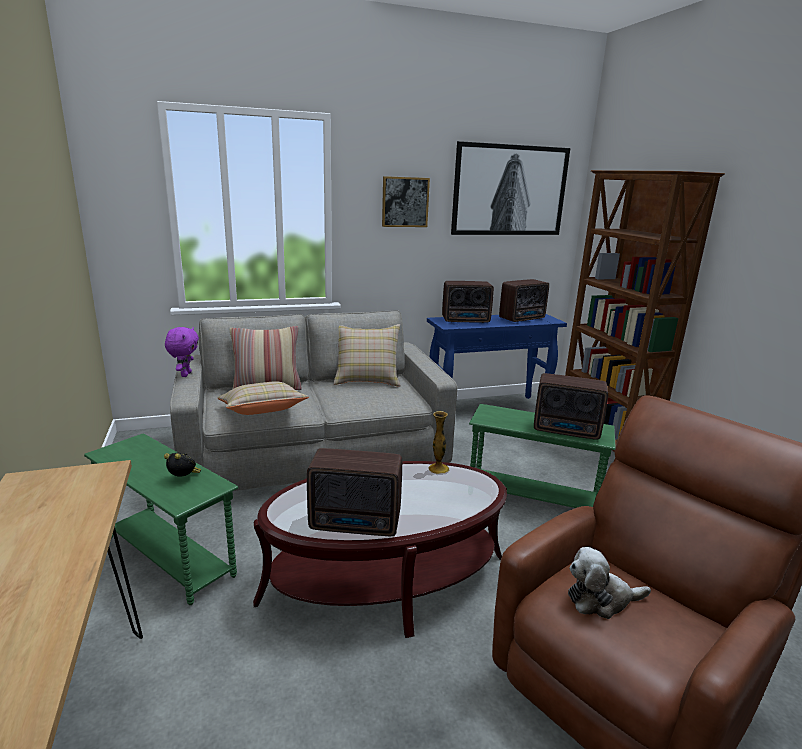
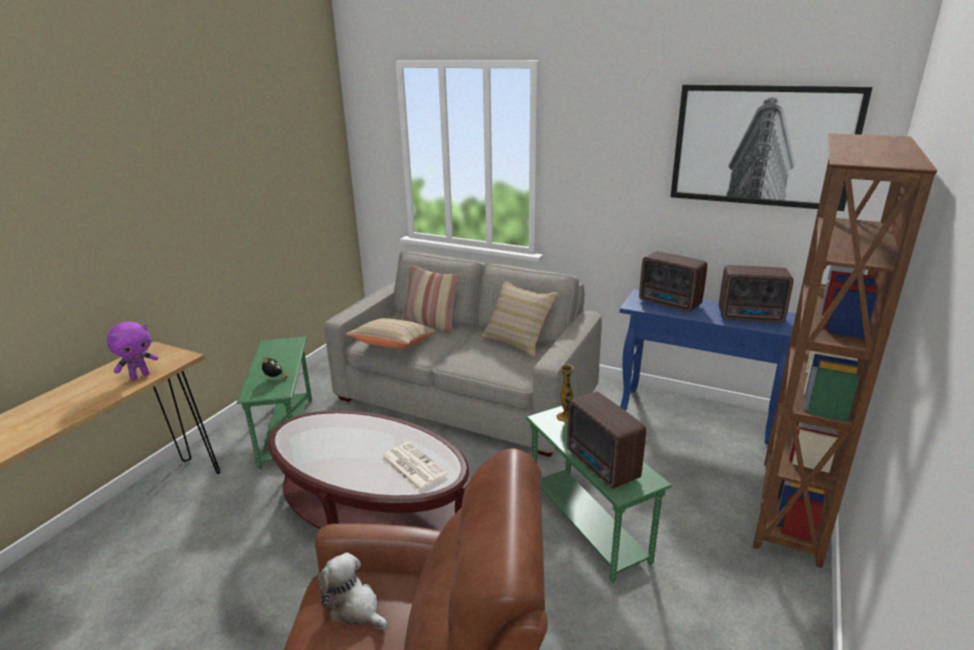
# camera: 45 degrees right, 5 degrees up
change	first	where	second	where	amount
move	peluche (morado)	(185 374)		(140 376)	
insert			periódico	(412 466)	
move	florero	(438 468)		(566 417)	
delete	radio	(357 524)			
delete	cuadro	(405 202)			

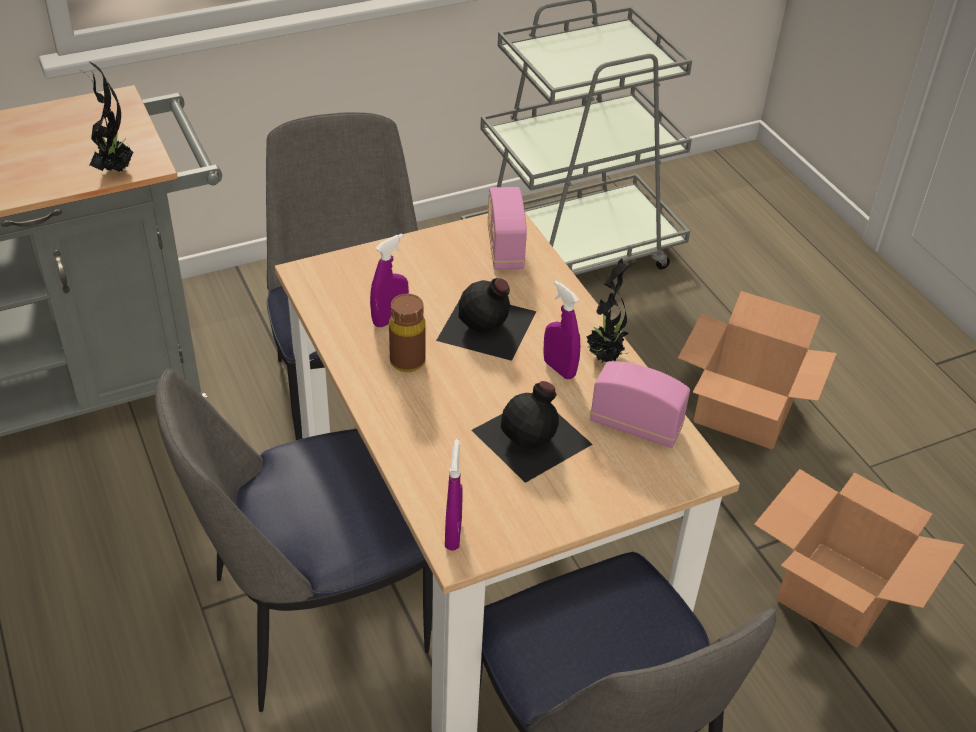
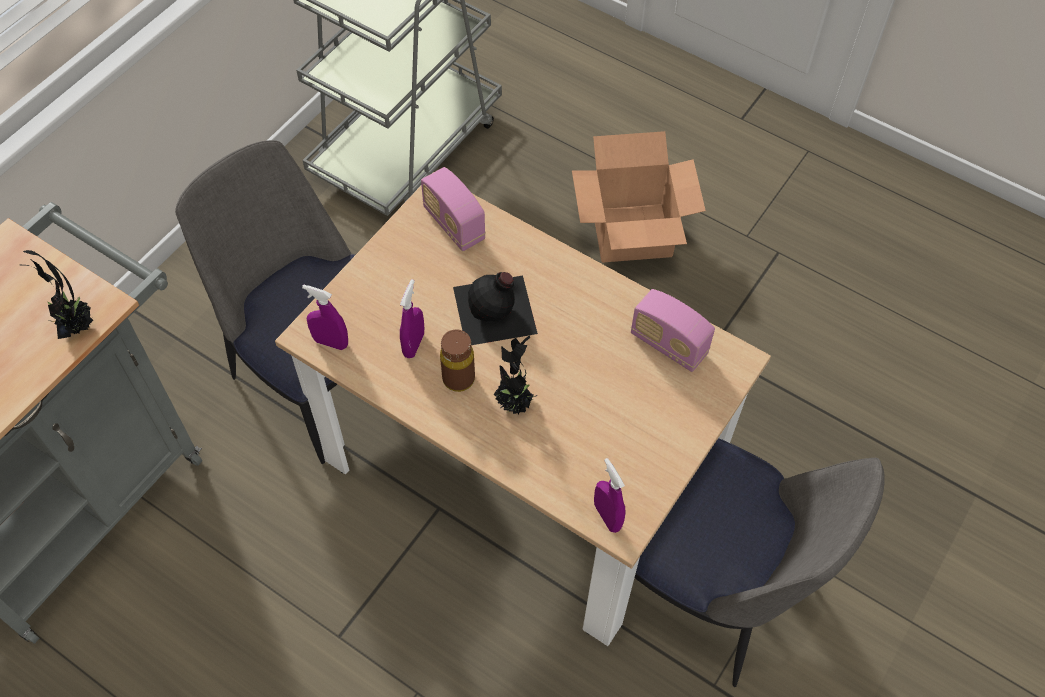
# camera: 30 degrees left, 15 degrees up
change	first	where	second	where	amount
move	pulverizador (morado)	(559 369)		(331 342)	
move	planta en maceta	(605 357)		(515 404)	
rotate	radio	(635 426)		(668 344)	135 degrees counterclockwise
delete	silla	(313 619)			
delete	botella (negro)	(533 437)			
delete	caja de cartón	(837 595)			

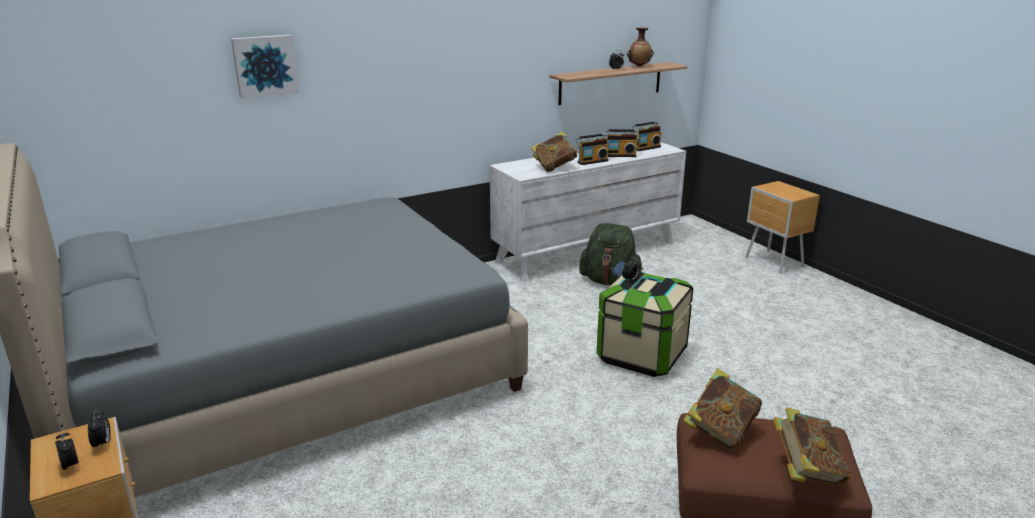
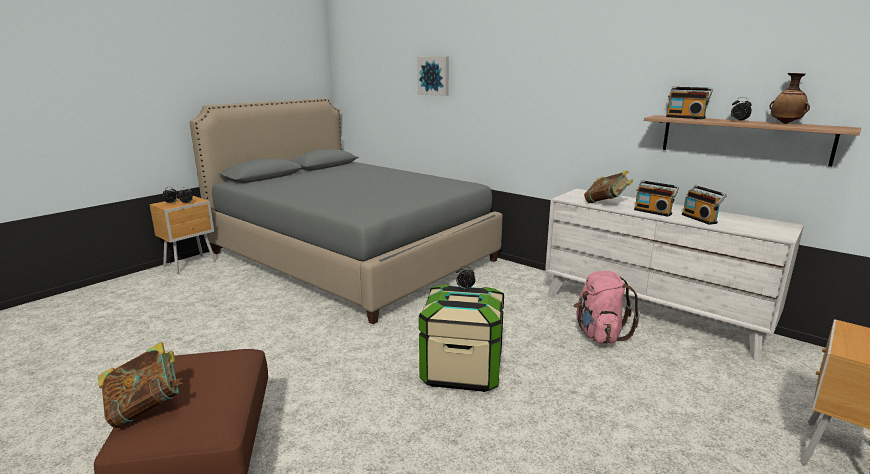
# camera: 70 degrees right, 5 degrees down
change	first	where	second	where	amount
recolor	mochila (verde)	(610 281)	mochila (rosa)	(599 334)	
move	radio	(646 148)		(686 117)	
delete	libro	(720 432)			

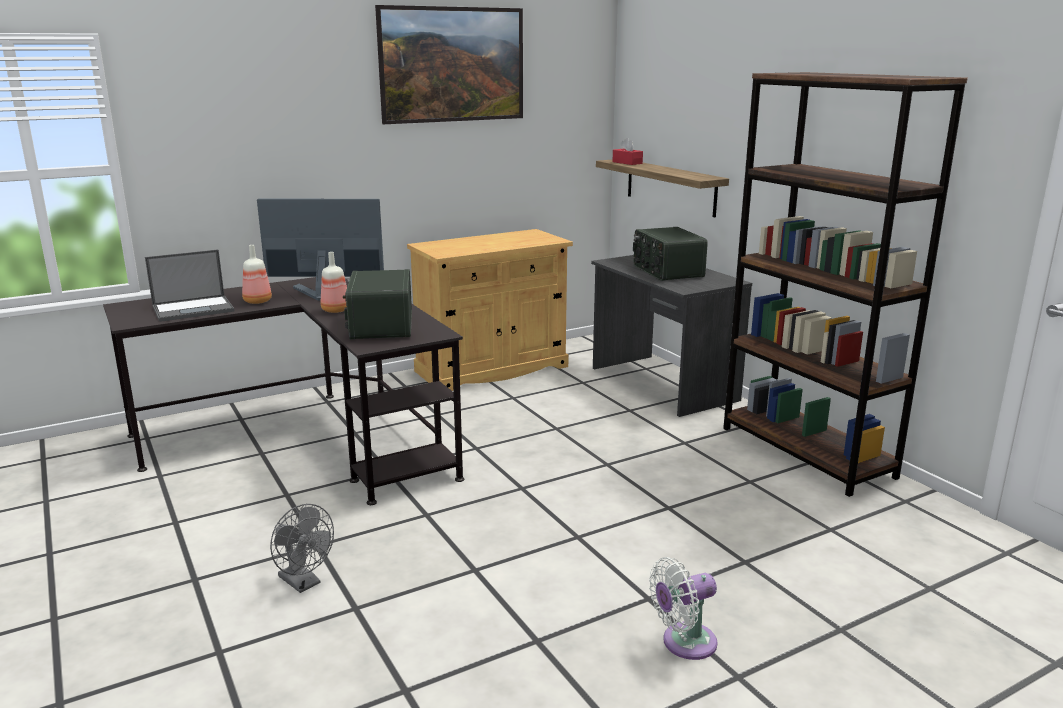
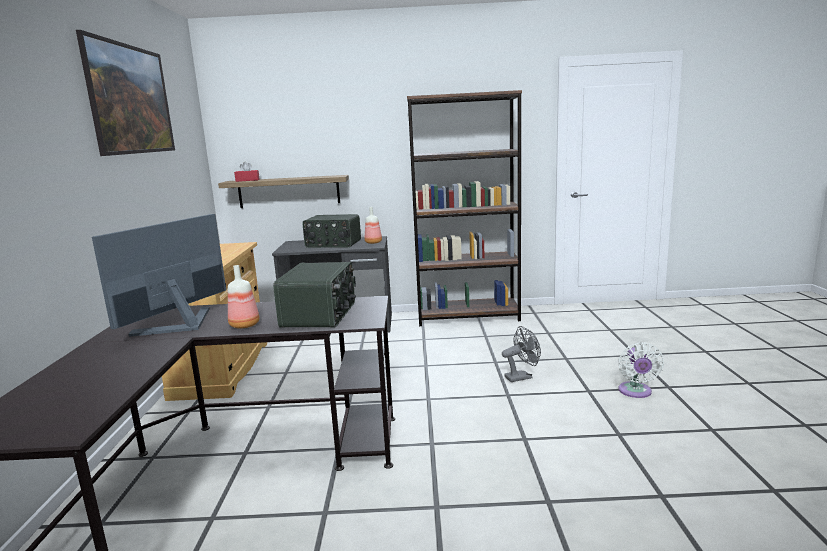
# camera: 60 degrees left, 5 degrees down
change	first	where	second	where	amount
rotate	radio	(380 326)		(320 314)	105 degrees counterclockwise
move	botella	(257 301)		(374 242)	
move	ventilador (gris)	(304 583)		(522 377)	
delete	portátil	(194 309)			

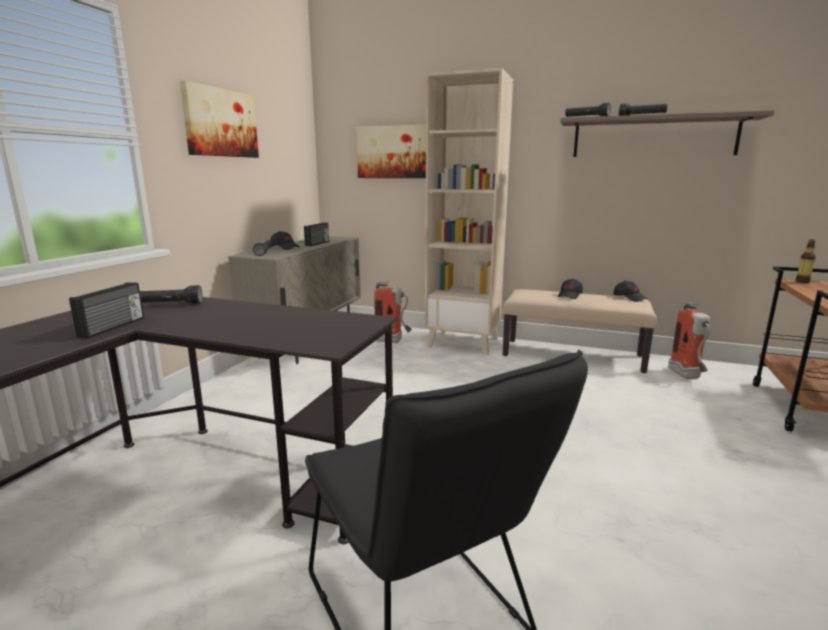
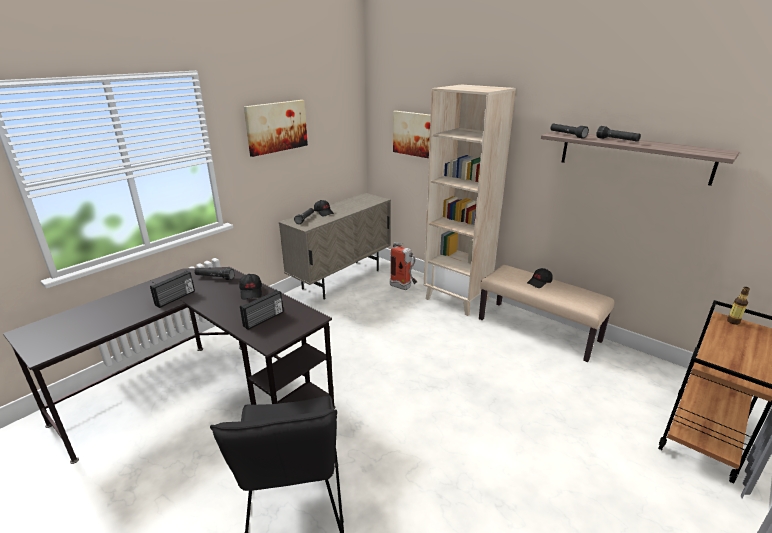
# camera: 20 degrees right, 10 degrees up
change	first	where	second	where	amount
move	gorra (negro)	(629 298)		(251 292)	
move	radio	(318 243)		(264 319)	
delete	extintor	(687 376)			

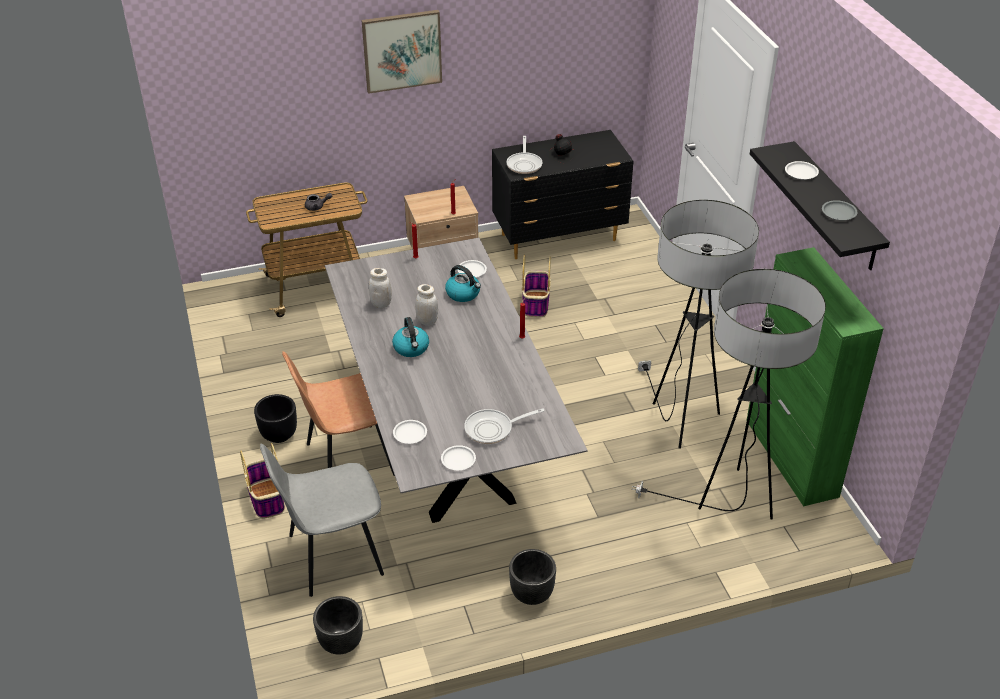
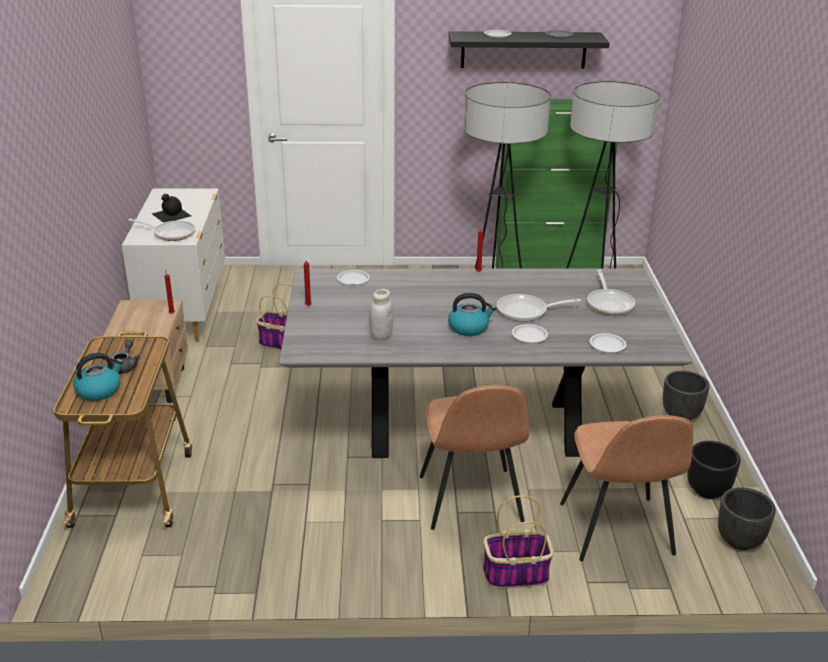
# camera: 75 degrees left, 10 degrees down
change	first	where	second	where	amount
move	hervidor	(463 294)		(99 390)	
recolor	cómoda (negro)	(560 238)	cómoda (blanco)	(185 311)	
insert			sartén	(526 311)	
move	plato (blanco)	(458 460)		(529 336)	
recolor	silla (gris)	(332 555)	silla (marrón)	(616 531)	
move	maceta (negro)	(278 435)		(707 490)	
delete	cuadro	(402 50)			
delete	tarro (blanco)	(427 321)			

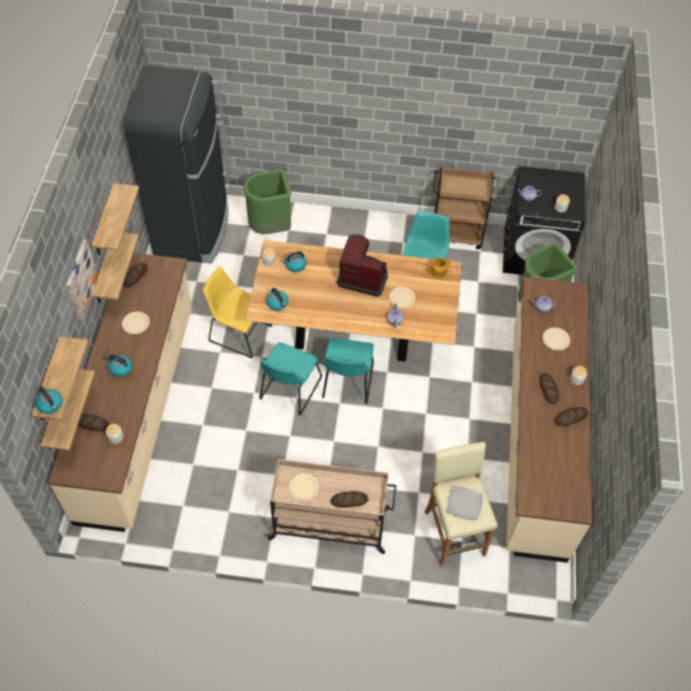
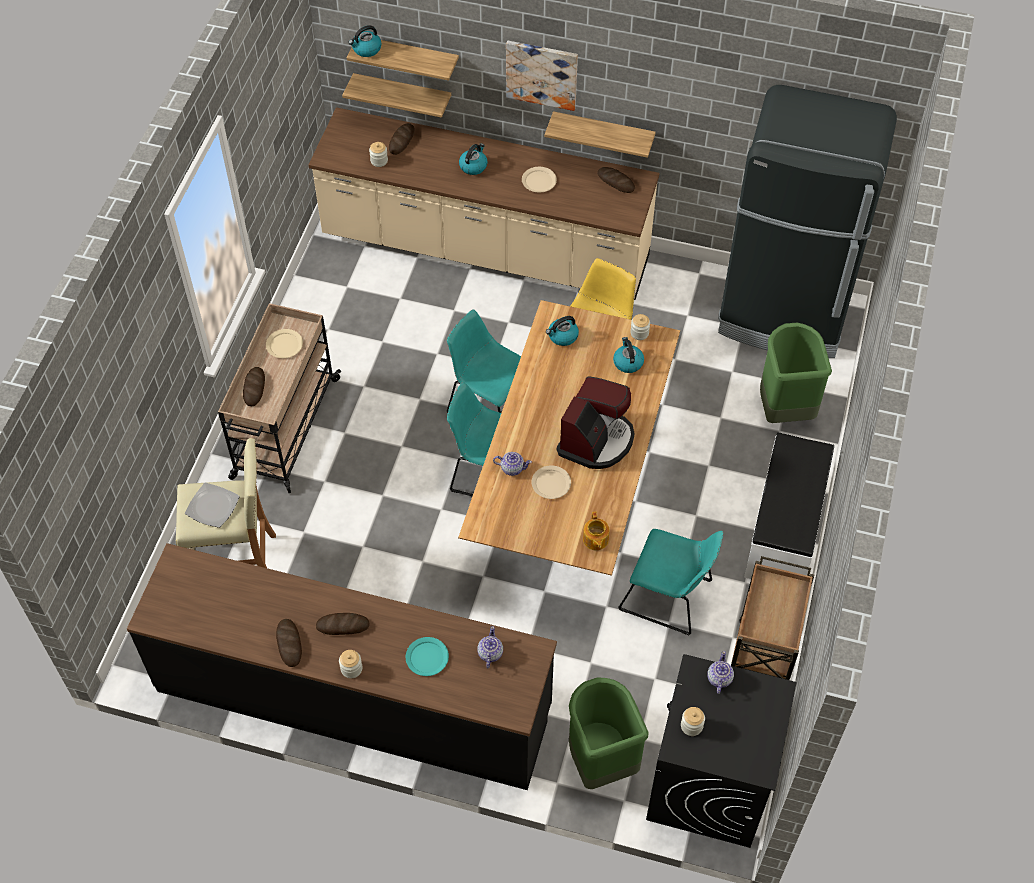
# camera: 100 degrees right, 0 degrees up
change	first	where	second	where	amount
recolor	mueble bajo de cocina (beis)	(536 437)	mueble bajo de cocina (negro)	(354 698)	
recolor	plato (beis)	(555 340)	plato (turquesa)	(427 657)	
insert			banco (blanco)	(785 529)	
delete	estante	(104 222)			

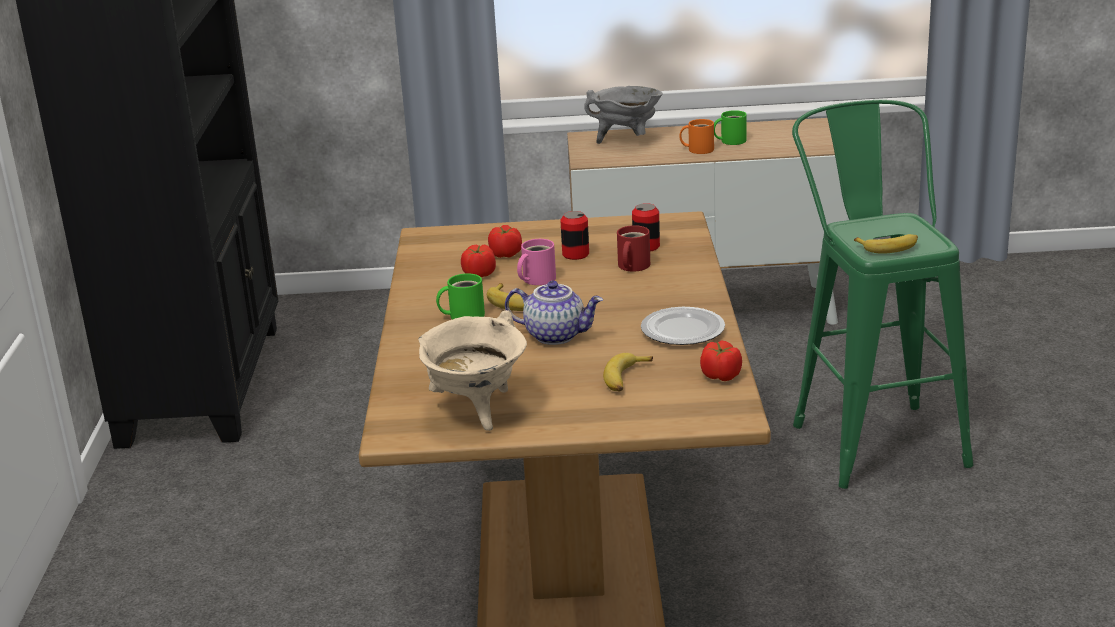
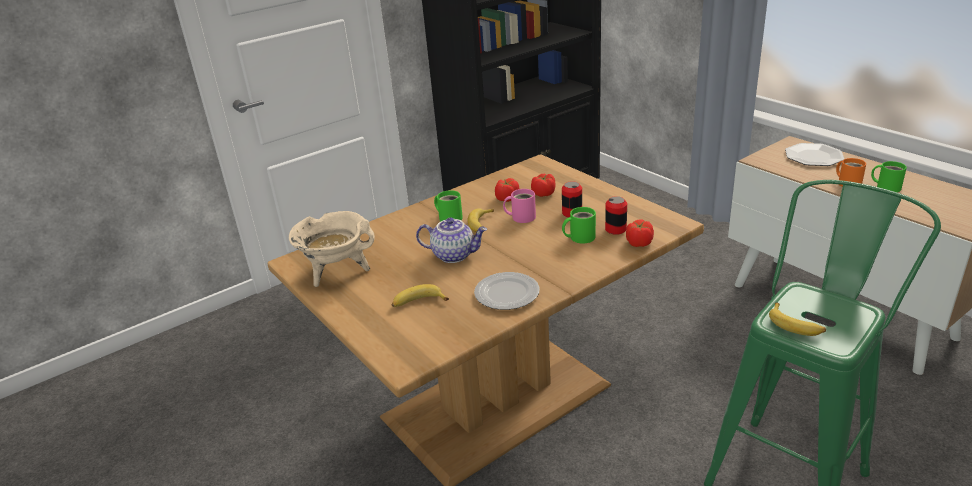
# camera: 55 degrees right, 5 degrees up
change	first	where	second	where	amount
rotate	tetera	(556 335)		(454 255)	60 degrees counterclockwise
recolor	taza grande (rojo)	(631 266)	taza grande (verde)	(580 237)	
move	tomate	(721 376)		(639 243)	
replace	olla (gris)	(627 140)	plato	(813 156)	

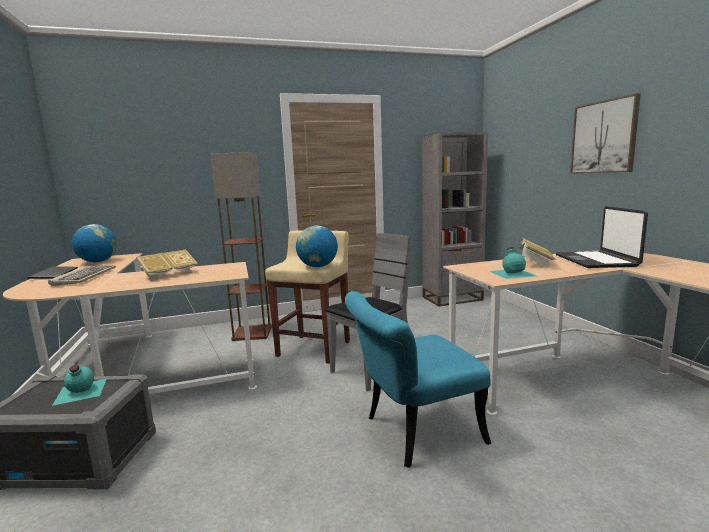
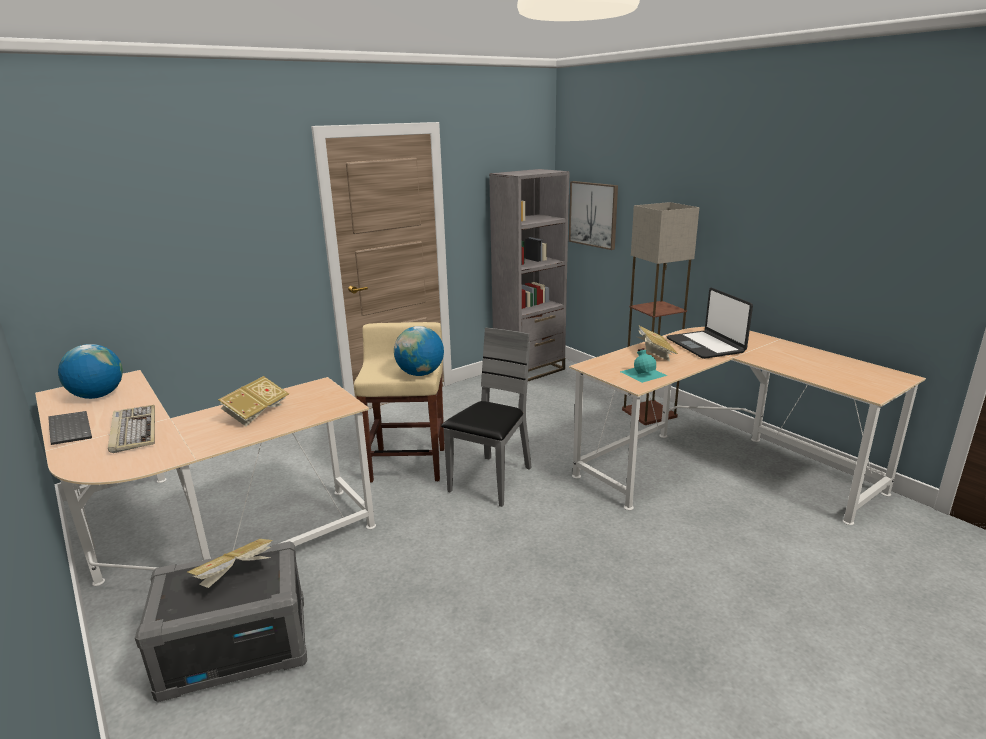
# camera: 20 degrees left, 10 degrees up
change	first	where	second	where	amount
replace	botella (turquesa)	(80 391)	libro	(235 575)	
move	cuadro	(604 137)		(593 214)	
move	lámpara de pie	(253 333)		(649 412)	
delete	silla (turquesa)	(413 433)			

